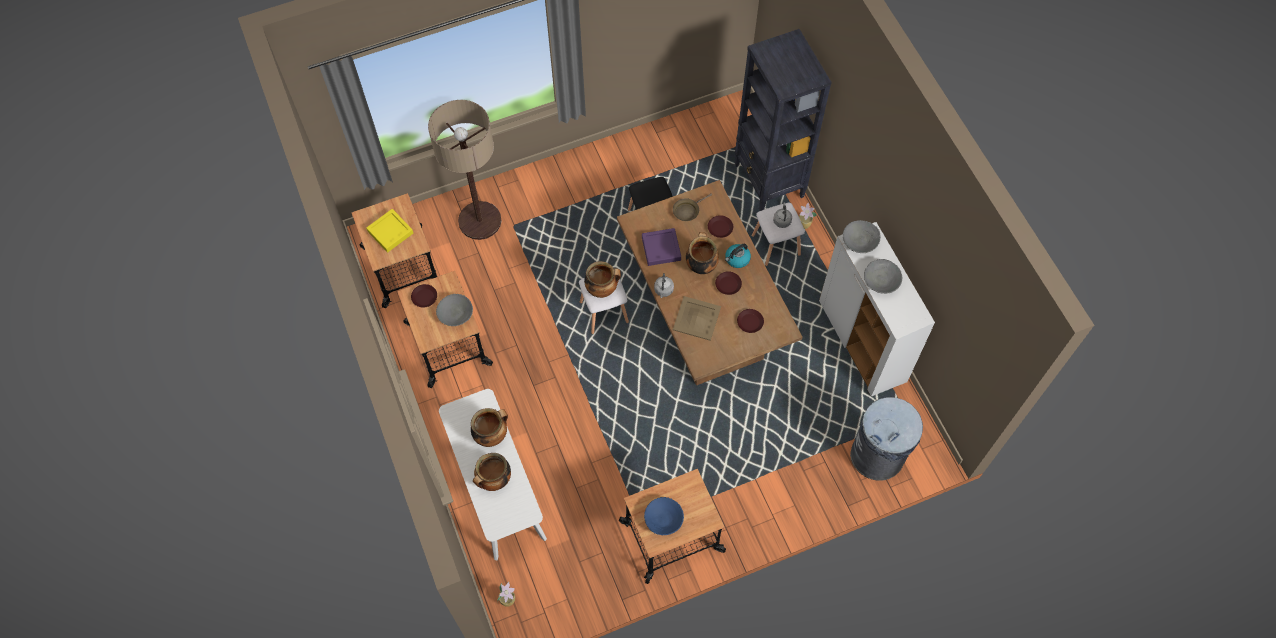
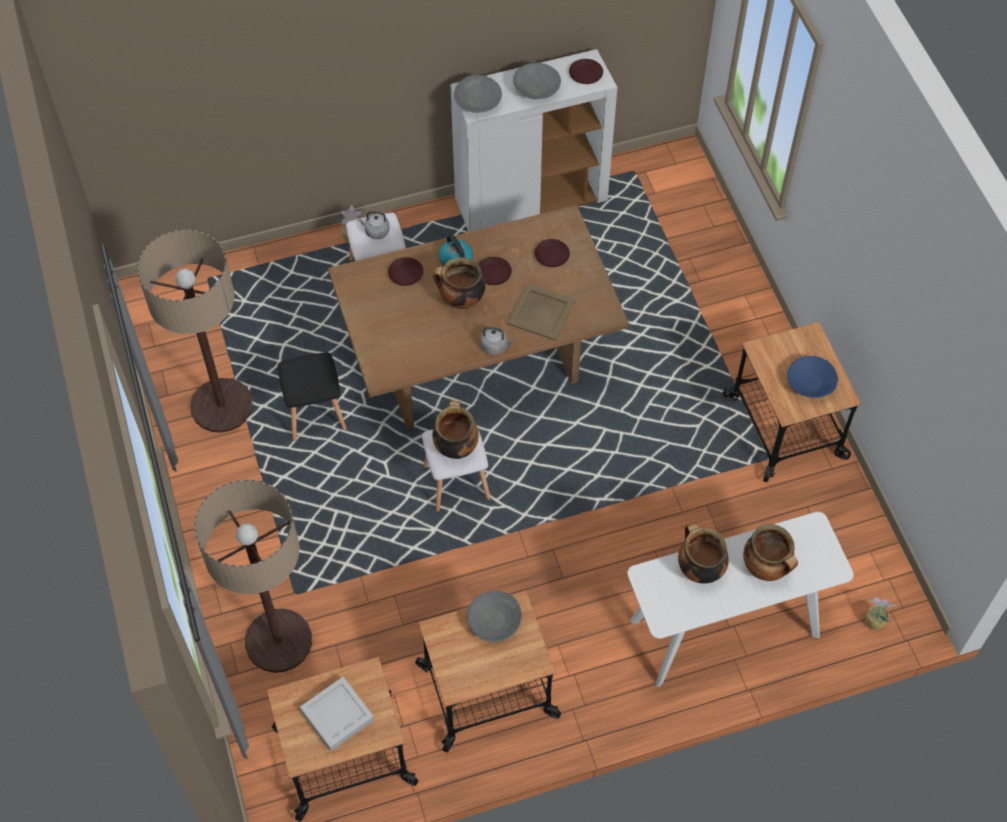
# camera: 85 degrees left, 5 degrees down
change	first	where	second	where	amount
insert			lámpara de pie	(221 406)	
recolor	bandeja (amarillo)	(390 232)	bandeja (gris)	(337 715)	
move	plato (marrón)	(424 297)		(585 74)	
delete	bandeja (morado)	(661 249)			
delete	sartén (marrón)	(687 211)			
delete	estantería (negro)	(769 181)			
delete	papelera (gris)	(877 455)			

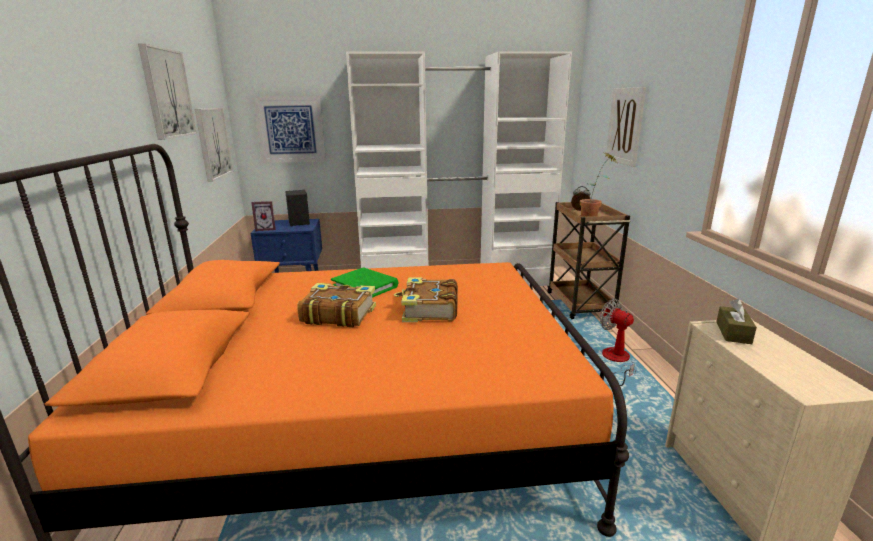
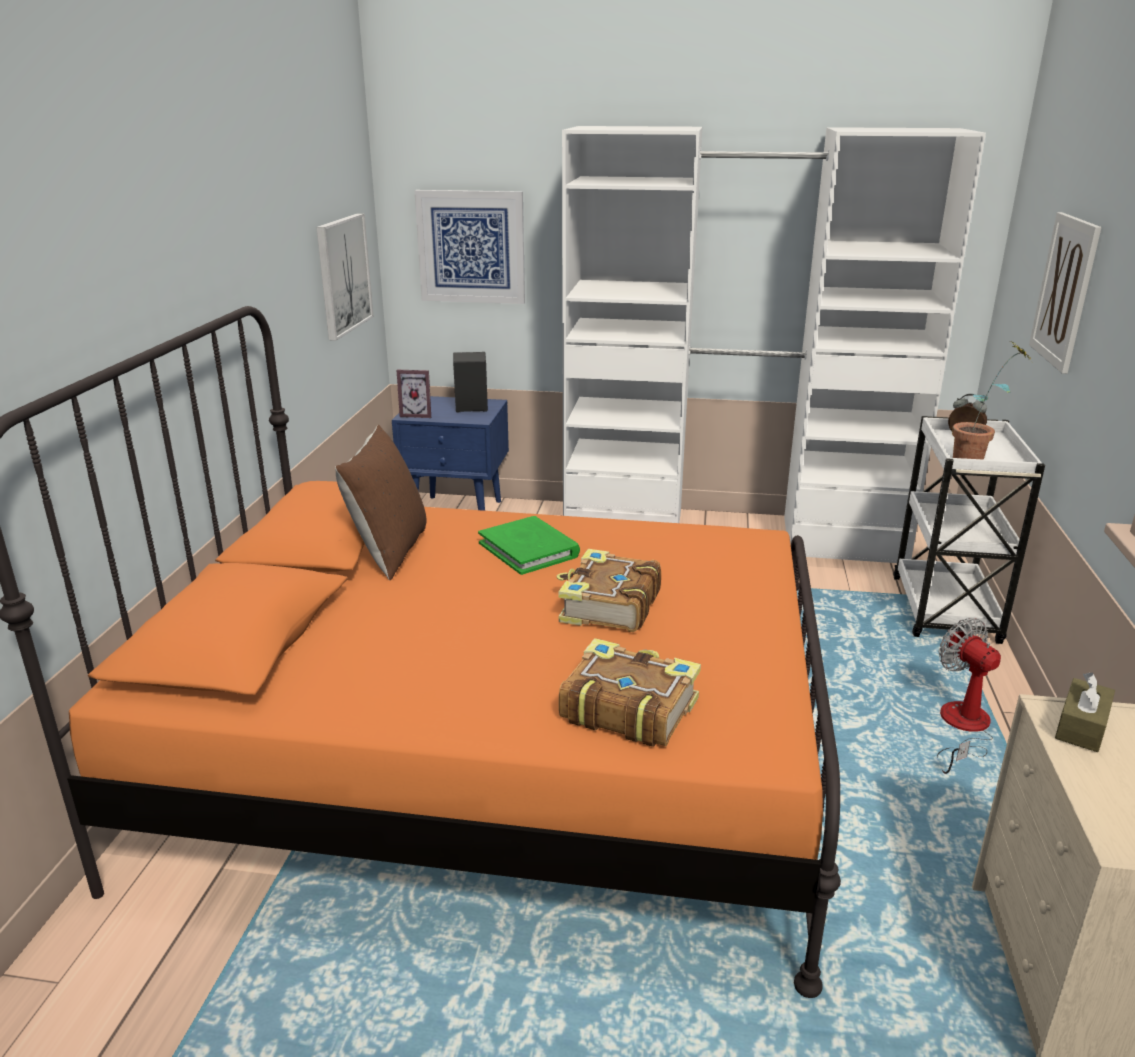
# camera: 15 degrees right, 5 degrees up
change	first	where	second	where	amount
insert			cojín (marrón)	(389 551)	
move	libro	(338 314)		(627 708)	
recolor	carrito (marrón)	(580 305)	carrito (blanco)	(945 611)	
delete	cuadro	(167 93)			

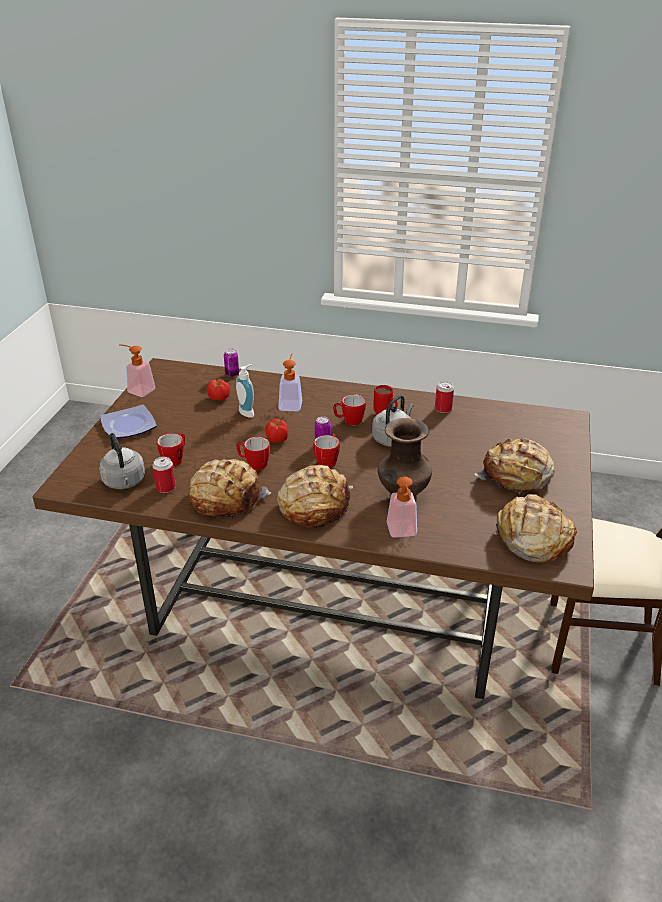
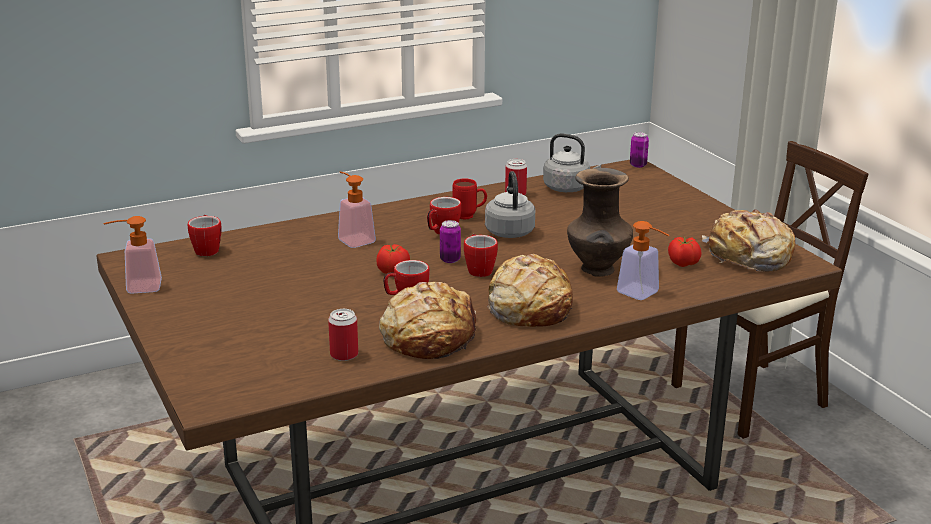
# camera: 40 degrees left, 10 degrees down
change	first	where	second	where	amount
move	taza grande	(175 459)		(207 249)	
move	hervidor (gris)	(125 482)		(568 188)	
move	lata	(232 374)		(638 165)	
move	tomate	(219 398)		(683 263)	
delete	plato	(129 425)			
delete	dispensador de jabón	(248 412)			
delete	pan	(516 476)			

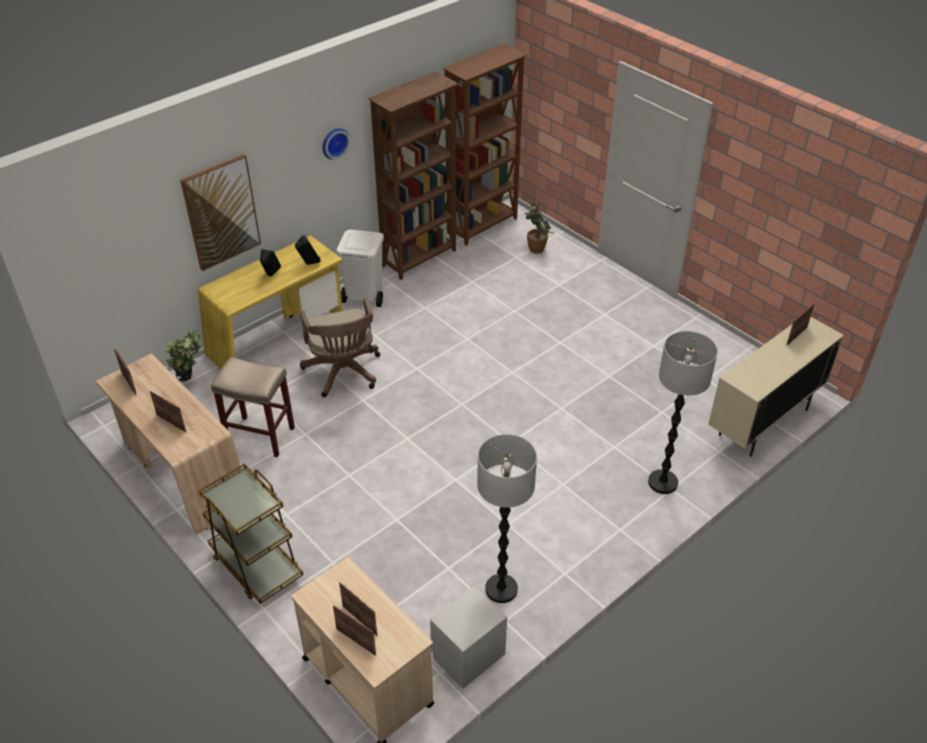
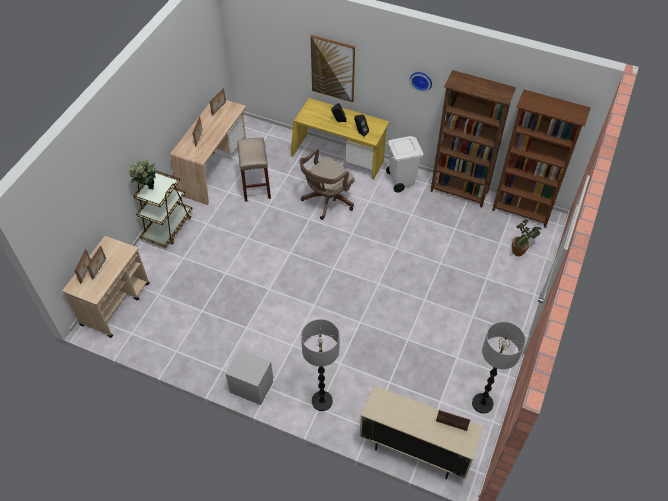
# camera: 65 degrees right, 10 degrees up
change	first	where	second	where	amount
move	planta en maceta	(192 384)		(148 193)	
move	mesita de noche (gris)	(468 655)		(251 387)	
move	lámpara de pie	(501 589)		(482 404)	

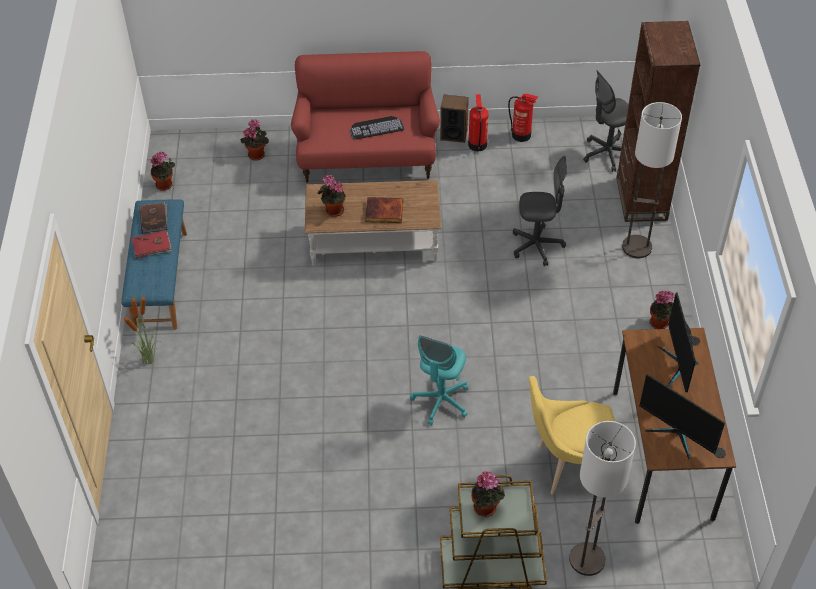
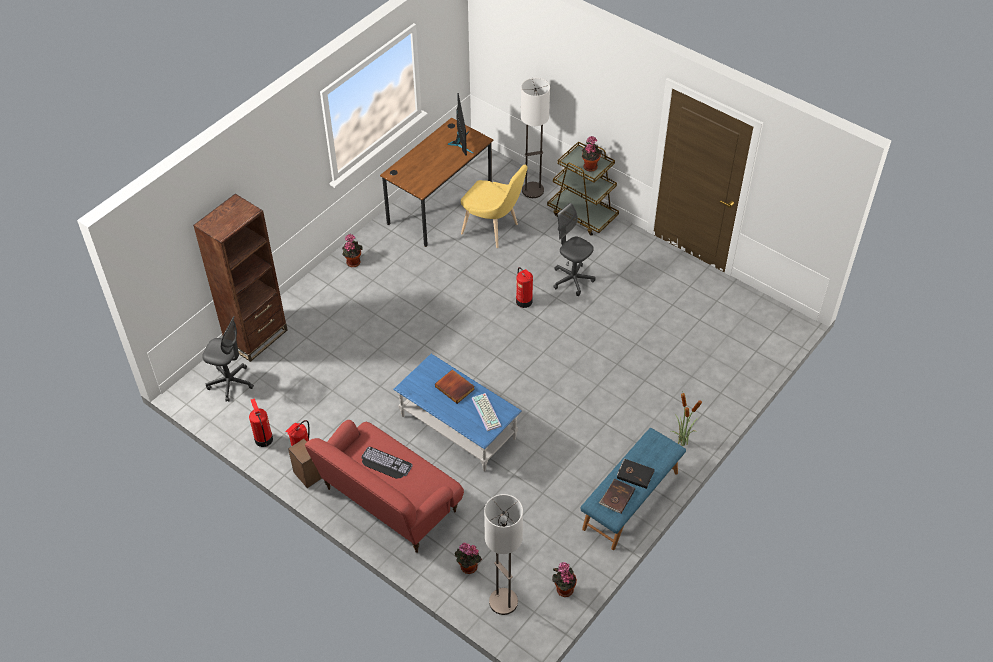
# camera: 140 degrees left, 0 degrees up
change	first	where	second	where	amount
recolor	mesa de centro (marrón)	(374 242)	mesa de centro (azul)	(458 427)	
replace	planta en maceta	(333 210)	teclado	(487 412)	
move	lámpara de pie	(637 247)		(503 602)	
replace	silla de oficina (turquesa)	(441 401)	extintor	(524 301)	
move	silla de oficina (gris)	(536 246)		(572 280)	
recolor	libro (rojo)	(152 246)	libro (negro)	(635 474)	
delete	monitor	(678 365)			

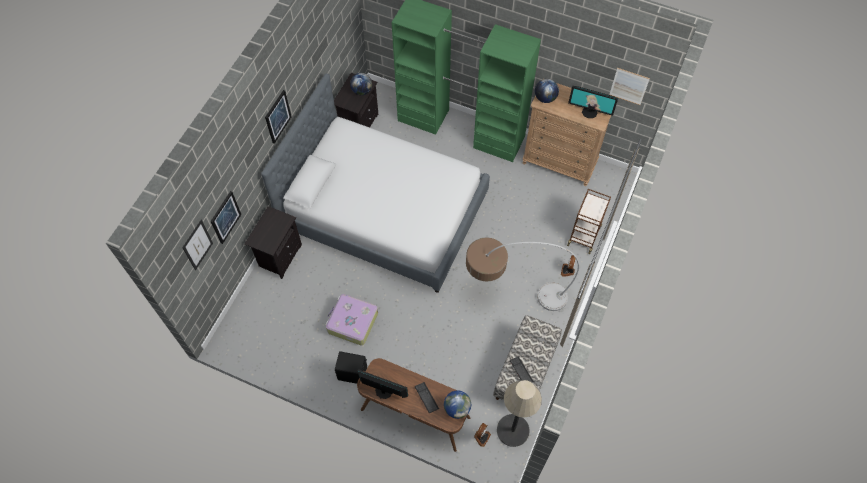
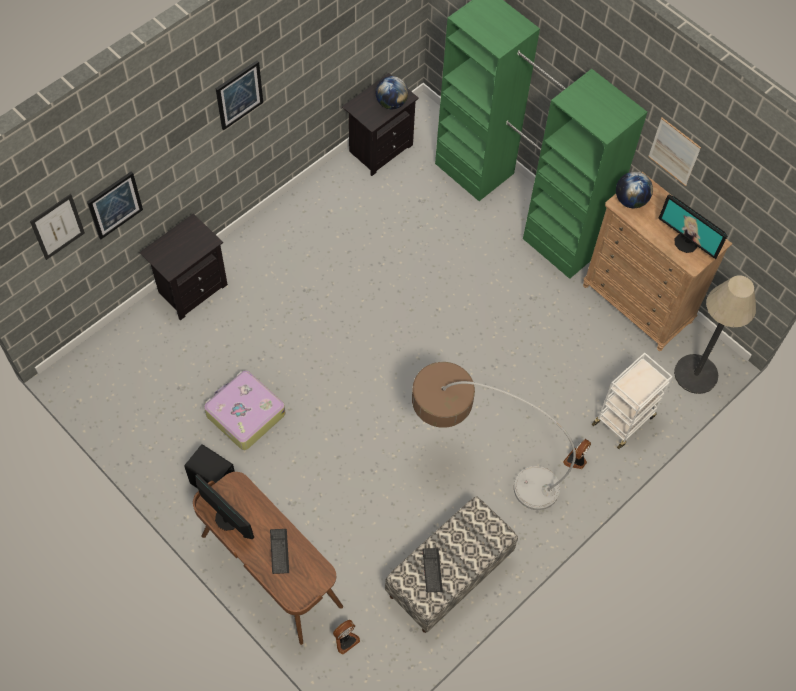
# camera: 20 degrees right, 0 degrees up
change	first	where	second	where	amount
recolor	carrito (marrón)	(584 235)	carrito (blanco)	(624 419)	
move	cuadro	(629 86)		(674 151)	
move	lámpara de pie	(512 430)		(695 374)	
delete	cama	(384 211)			
delete	globo terráqueo	(457 408)			

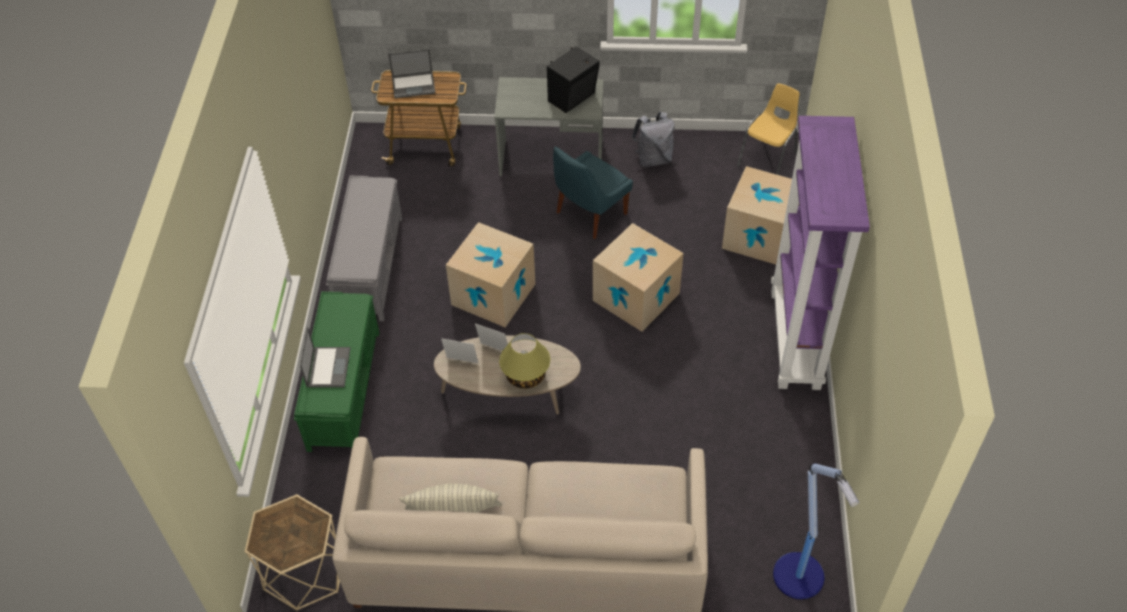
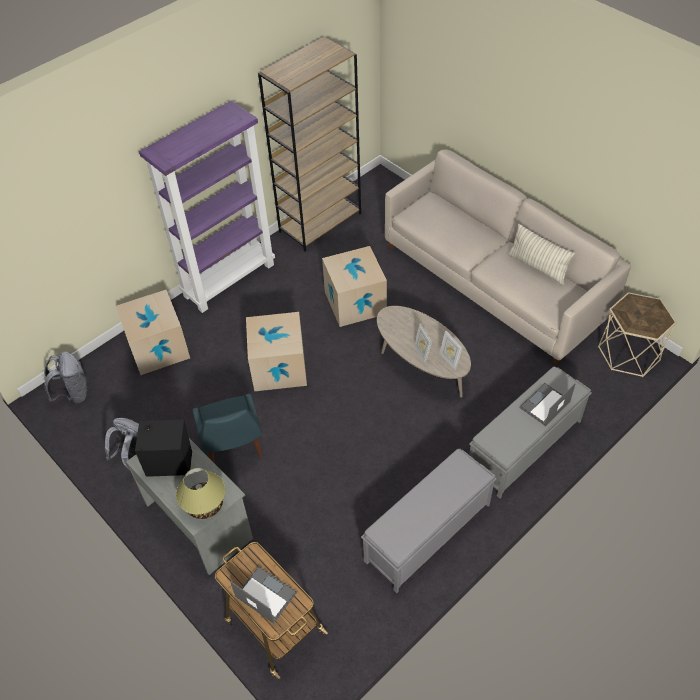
# camera: 135 degrees left, 0 degrees up
change	first	where	second	where	amount
replace	silla (amarillo)	(768 160)	mochila (gris)	(73 393)	
move	lámpara de mesa	(526 375)		(204 505)	
rotate	silla (azul)	(589 214)		(233 448)	75 degrees clockwise
insert			estantería (marrón)	(320 222)	
move	caja de cartón	(493 294)		(355 303)	
recolor	banco (verde)	(344 388)	banco (gris)	(524 446)	
delete	lámpara de pie	(799 577)			

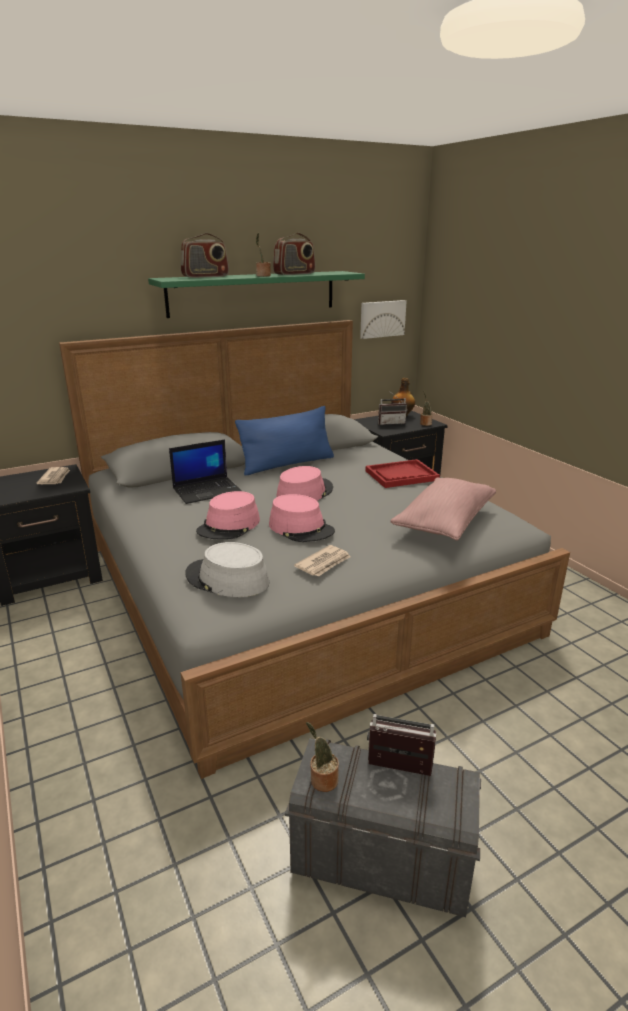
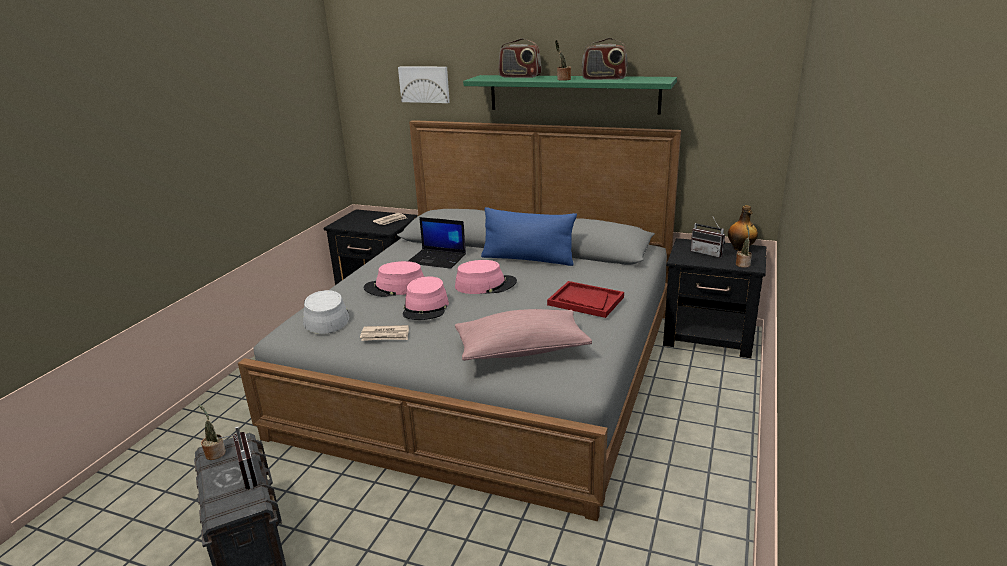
# camera: 50 degrees right, 0 degrees up
change	first	where	second	where	amount
move	cuadro	(382 319)		(424 84)	

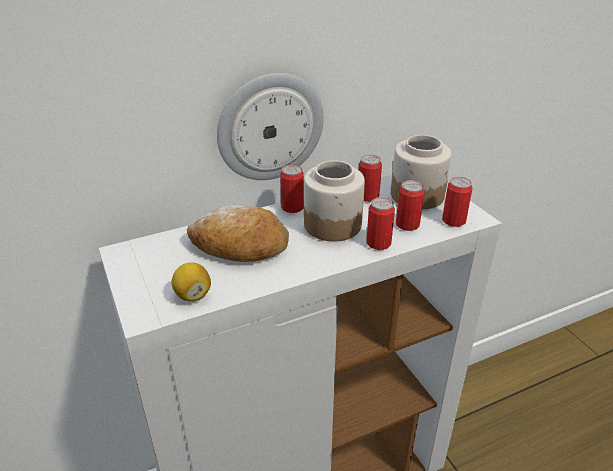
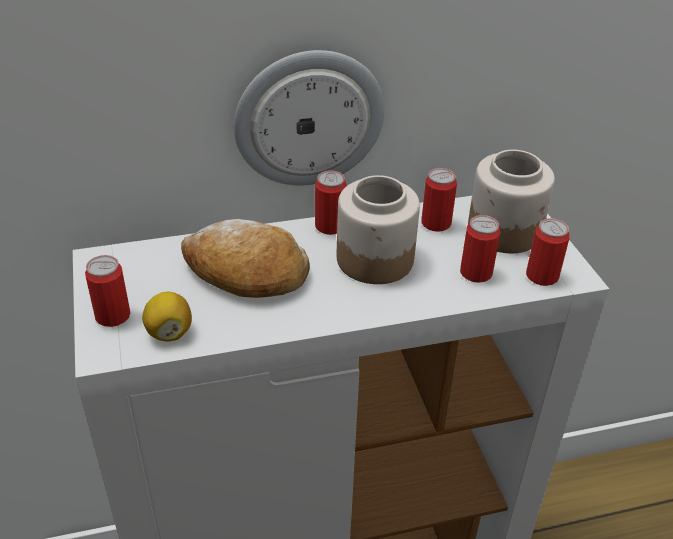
# camera: 10 degrees right, 5 degrees up
change	first	where	second	where	amount
move	lata	(378 243)		(113 315)	

